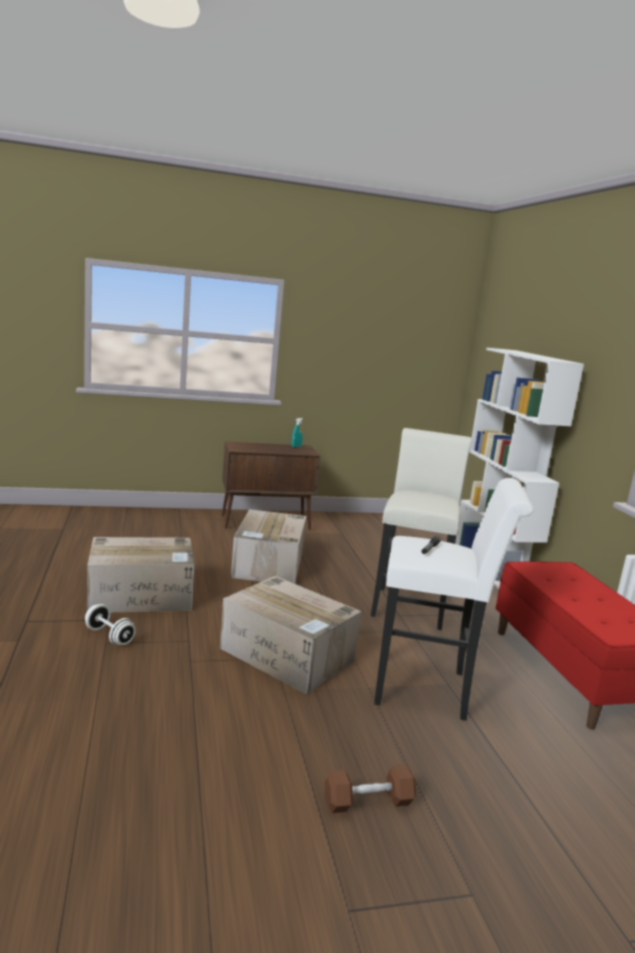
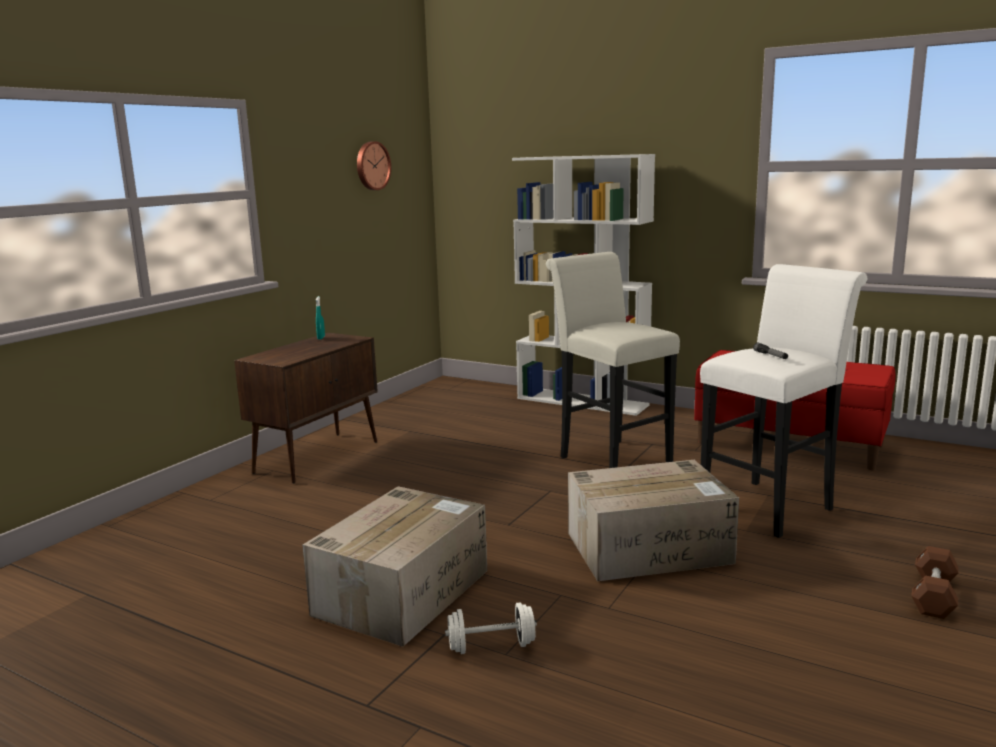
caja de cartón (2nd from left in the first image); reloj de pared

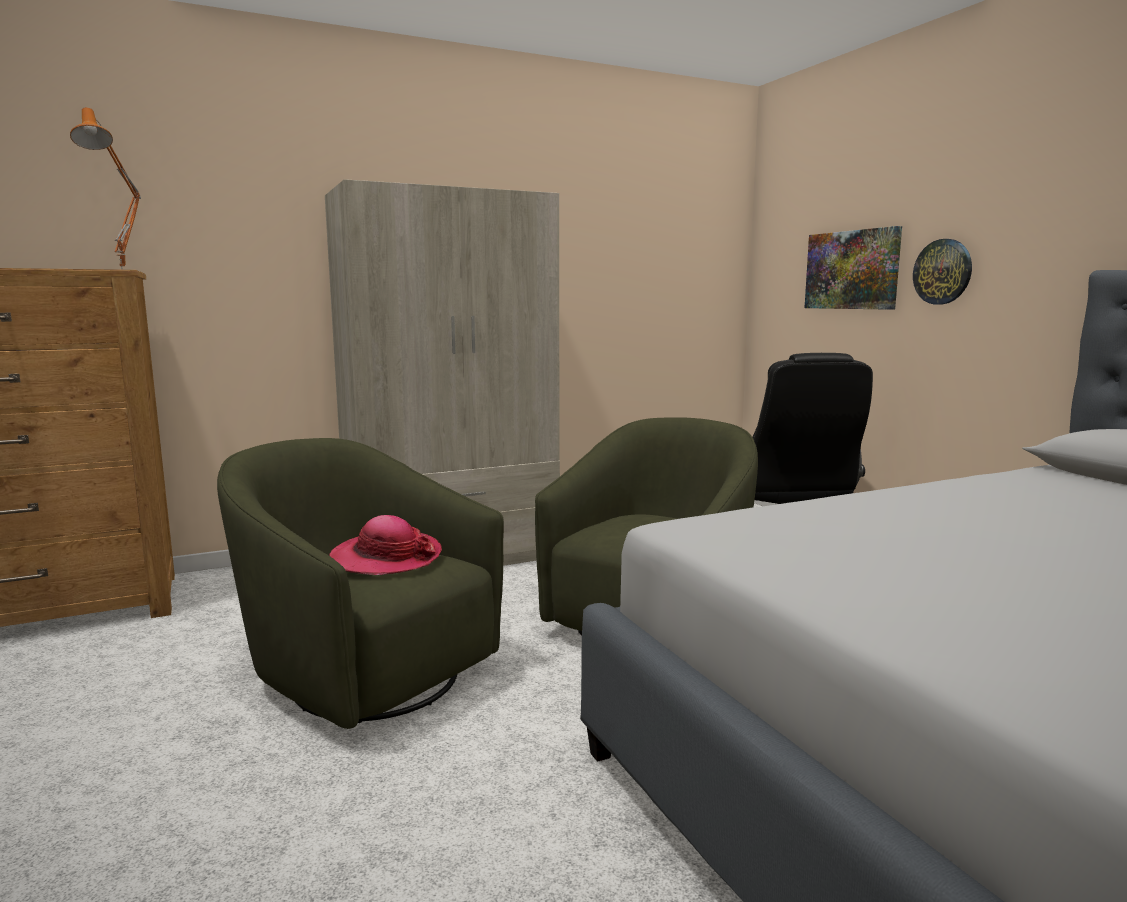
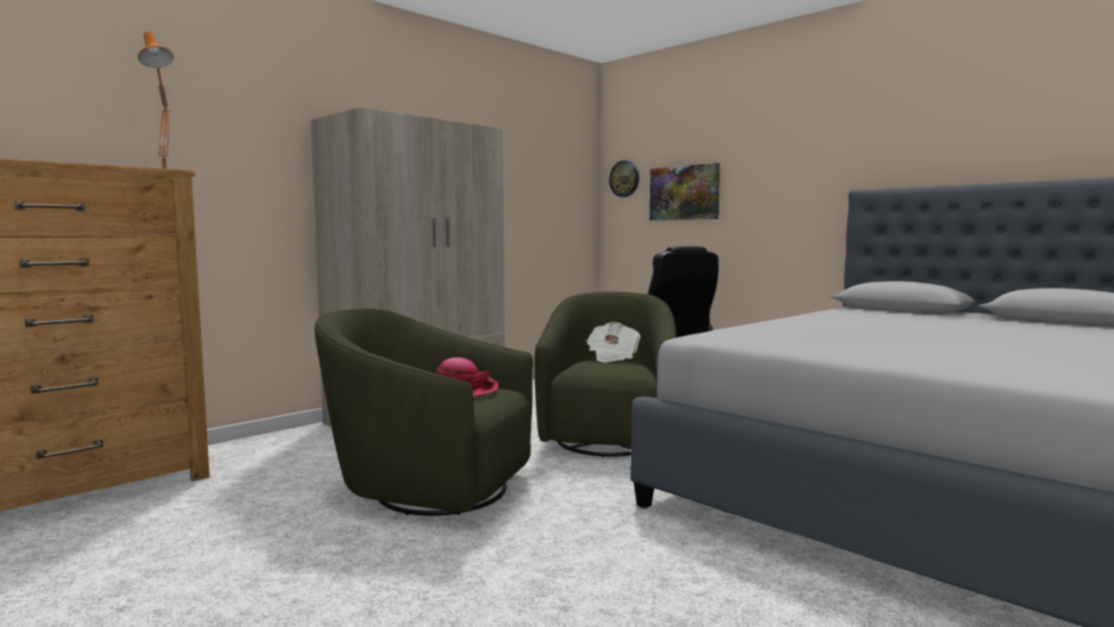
reloj de pared; periódico

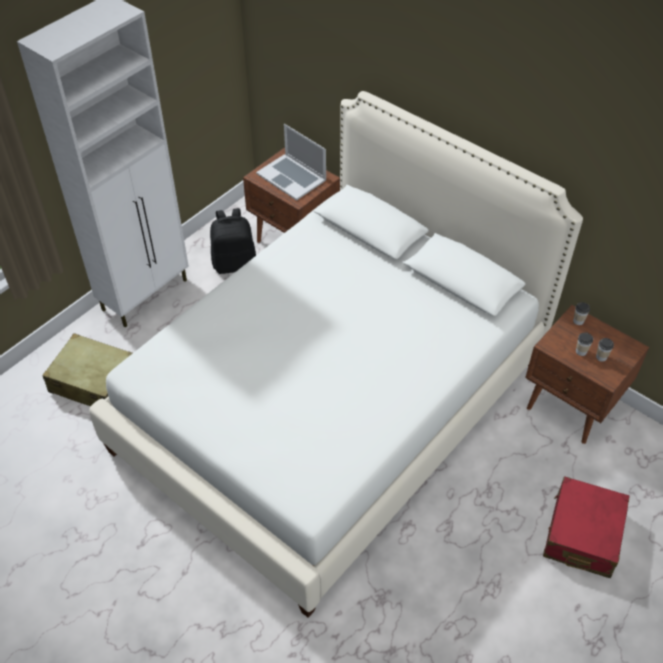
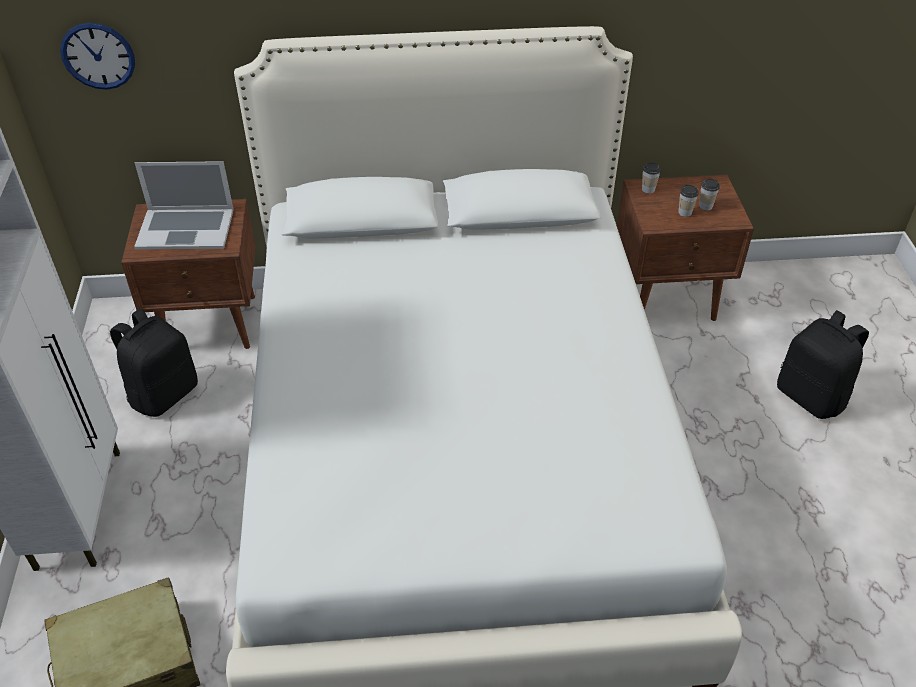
mochila/negro (2nd from left); reloj de pared

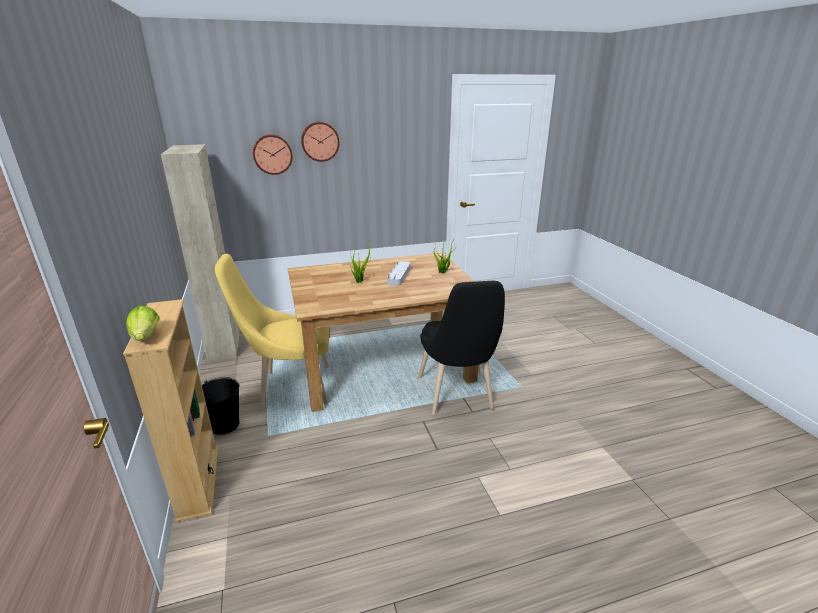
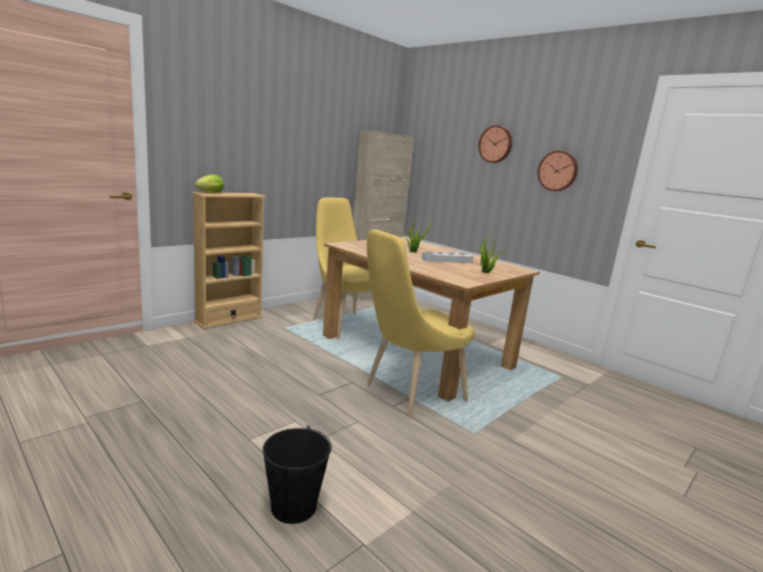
cubo/negro; reloj de pared (2nd from left); silla/amarillo (2nd from left)

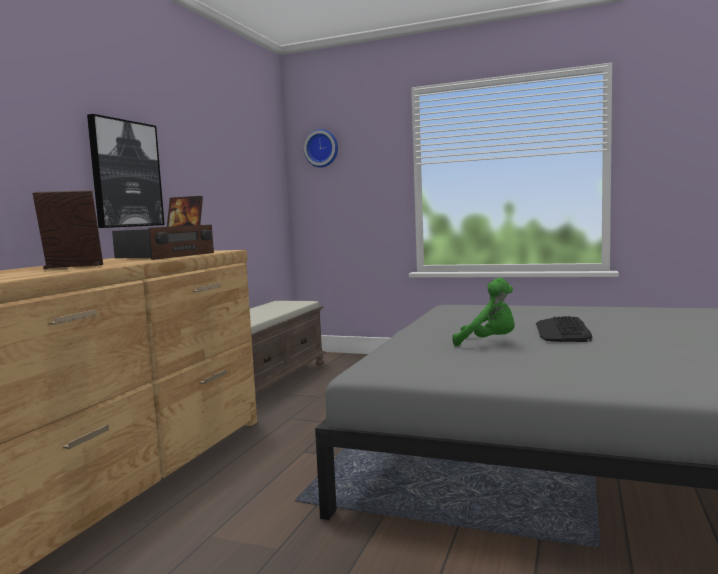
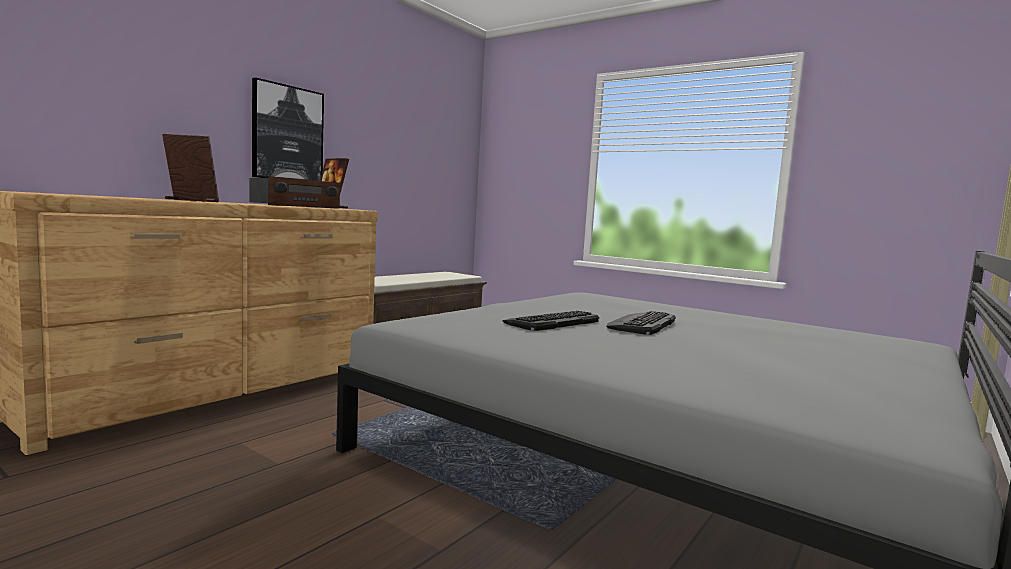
reloj de pared; teclado (1st from left)

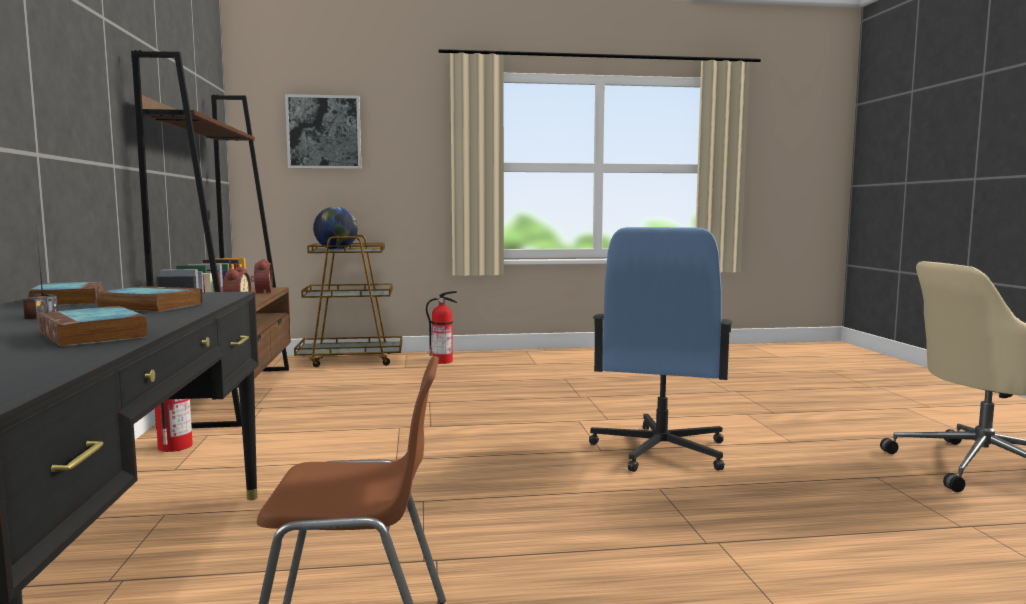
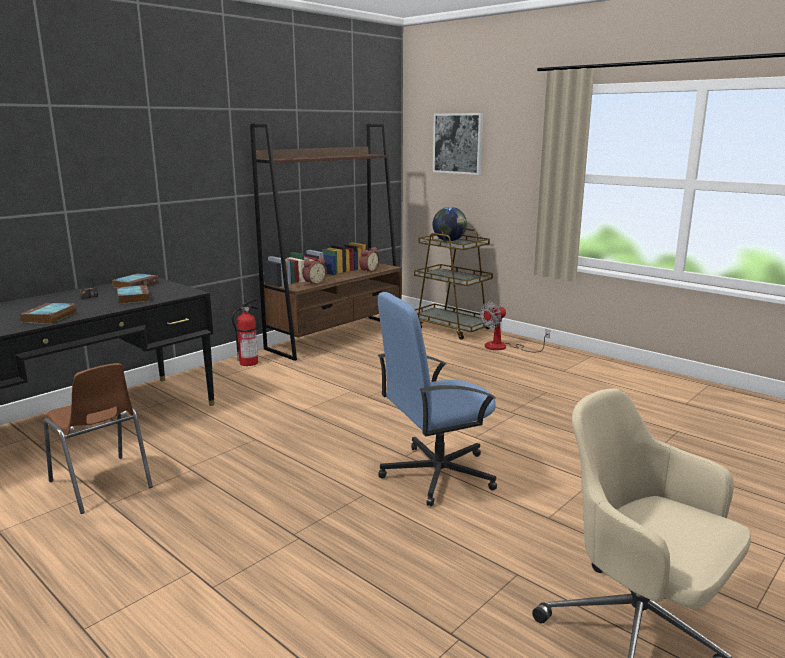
ventilador

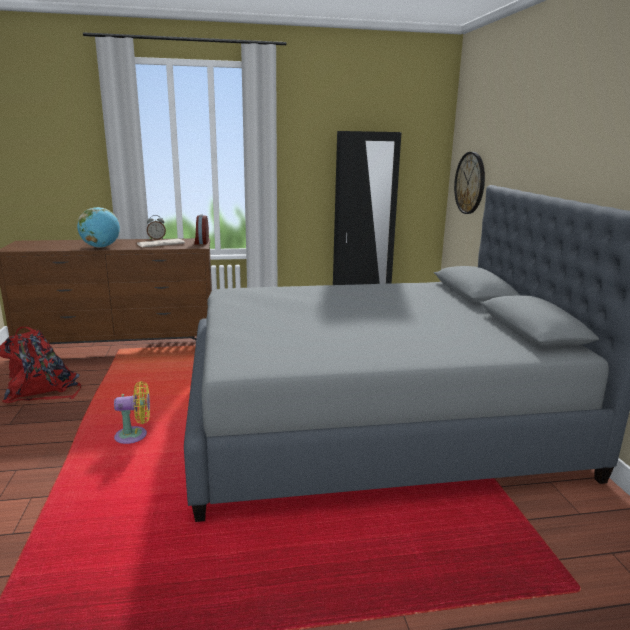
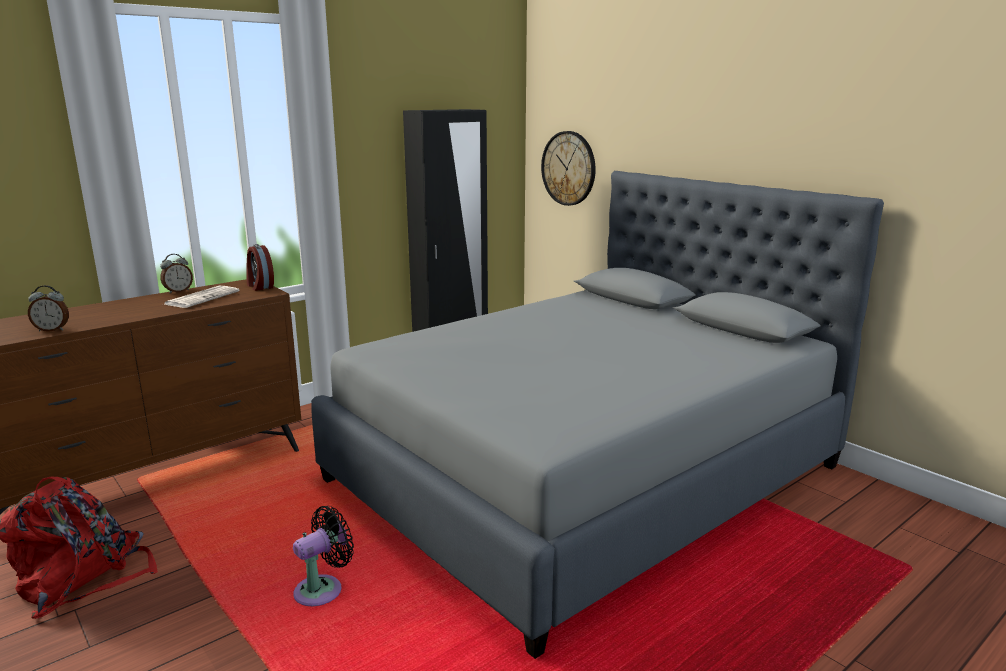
globo terráqueo; ventilador/negro; despertador (1st from left)

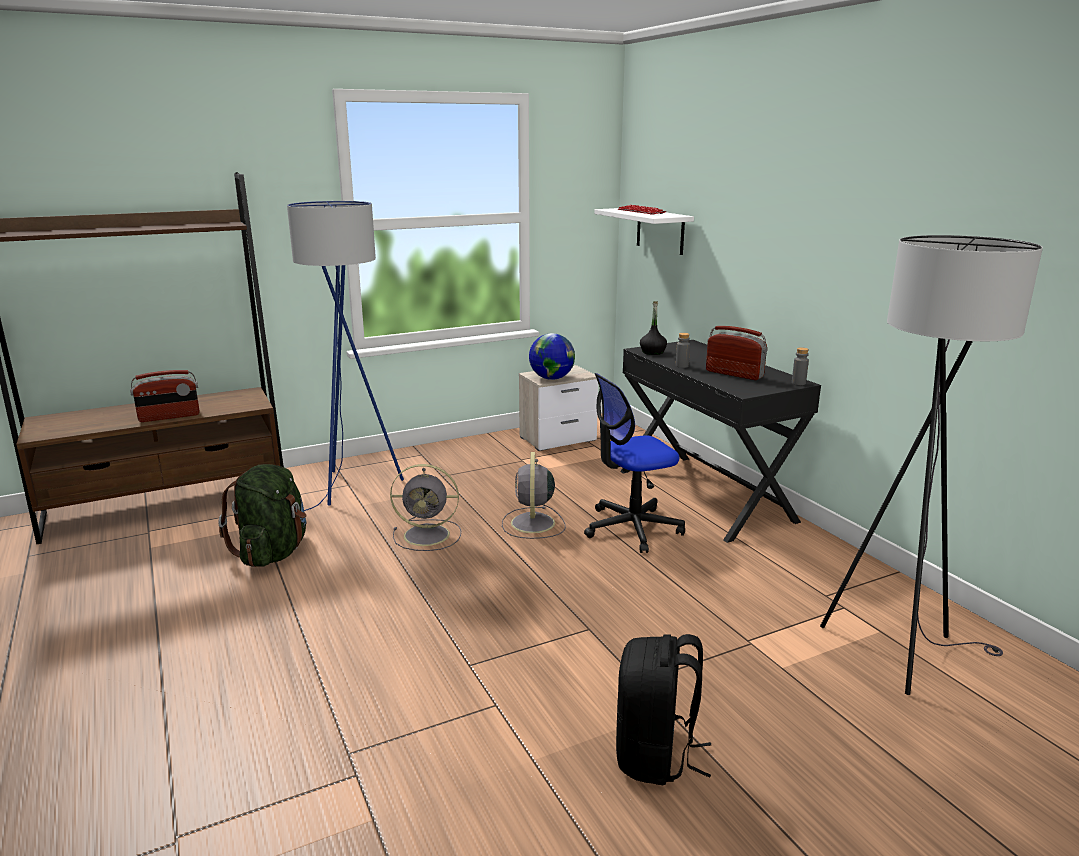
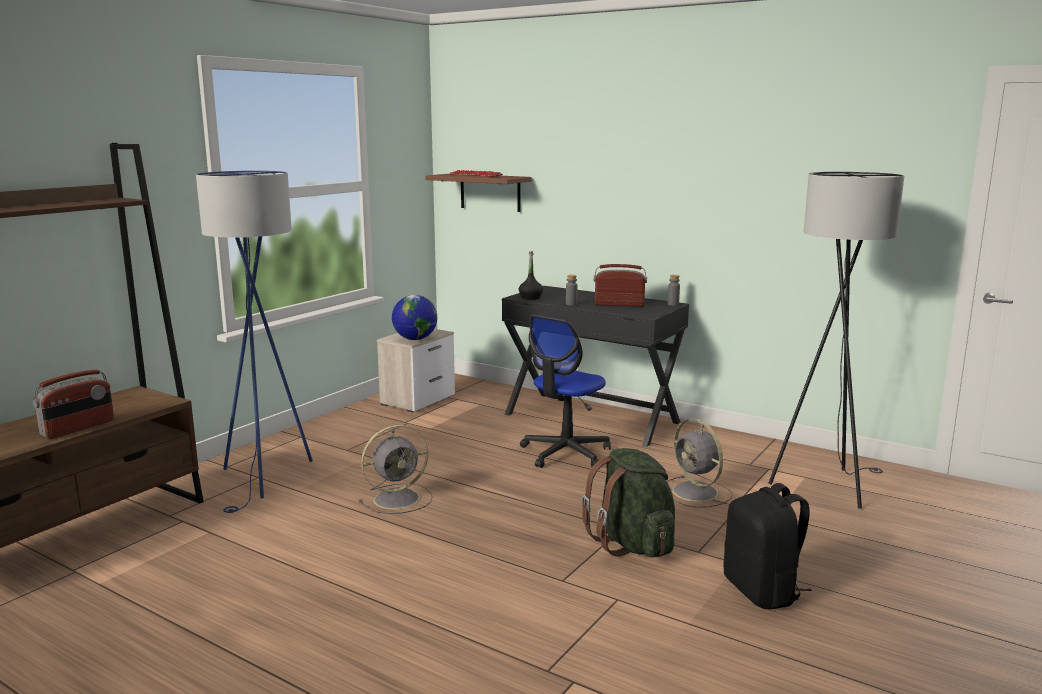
mochila/verde; ventilador/gris (2nd from left); estante/marrón

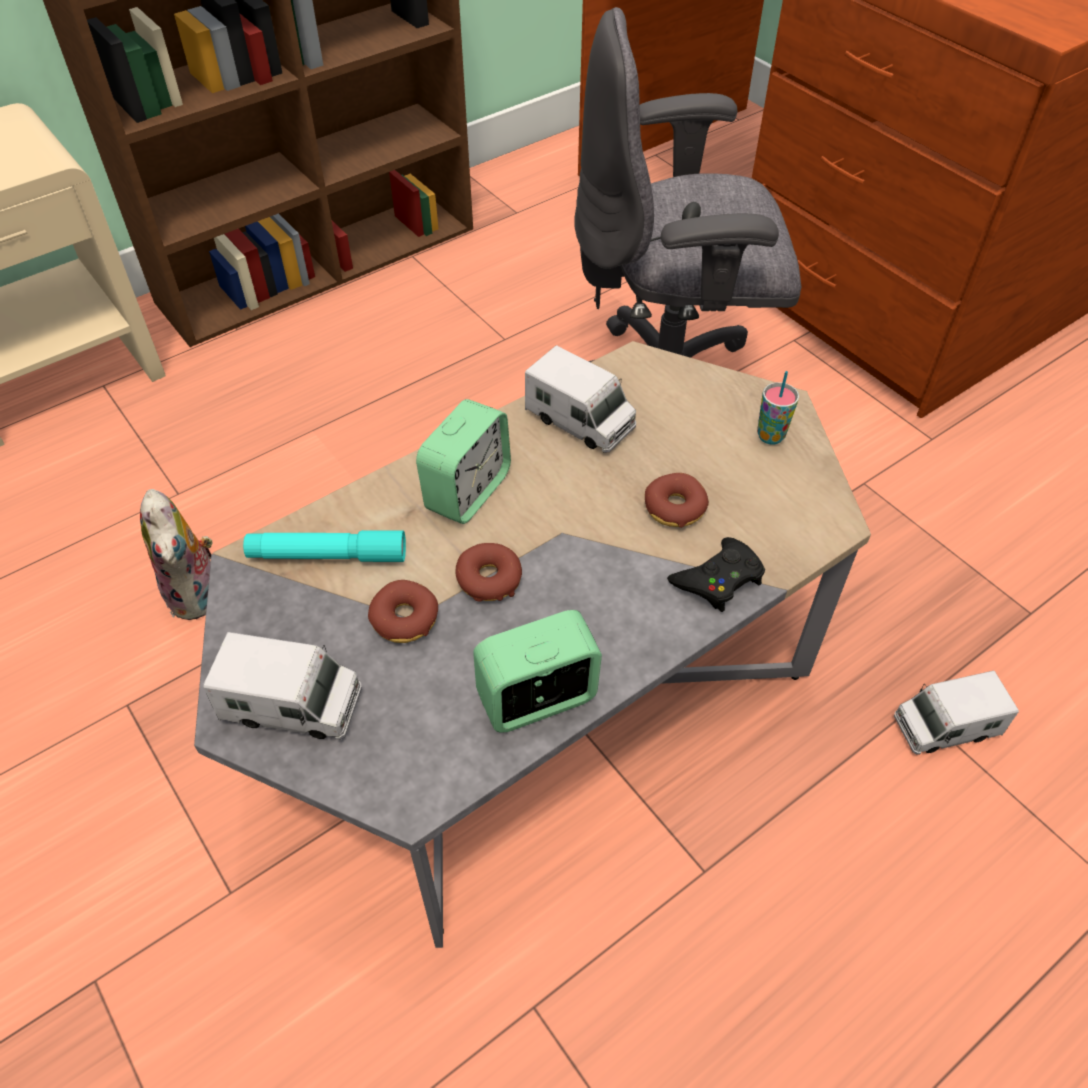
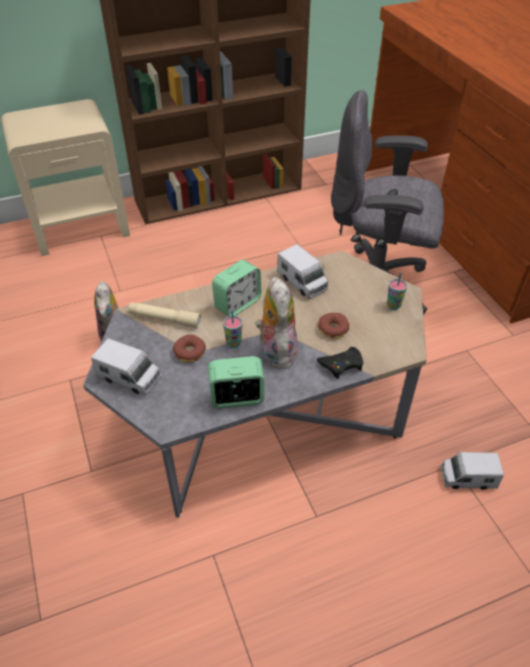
linterna/beis; taza (1st from left); peluche (2nd from left)

